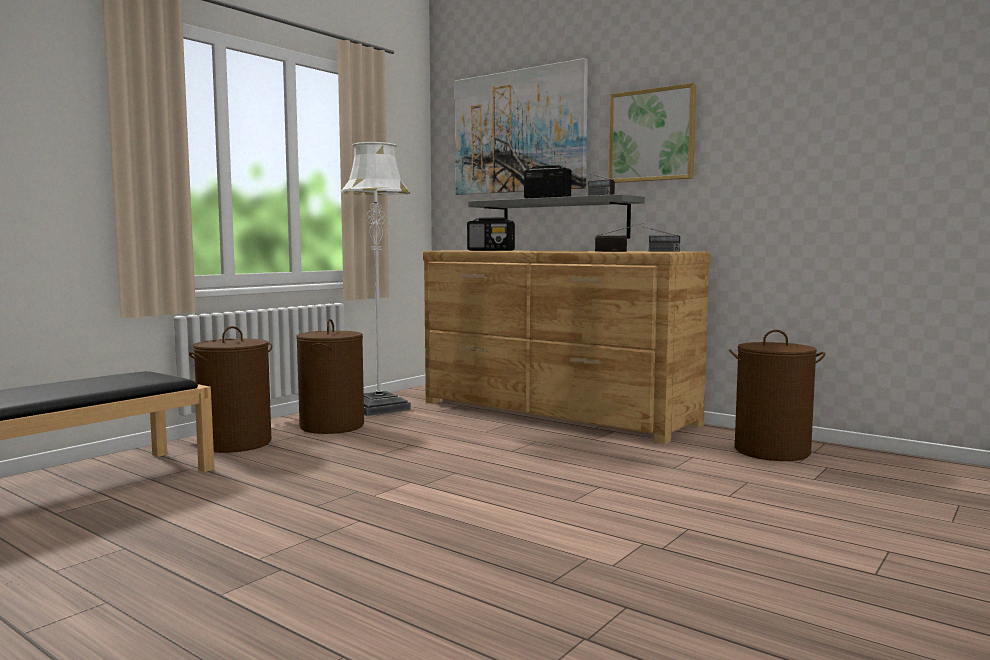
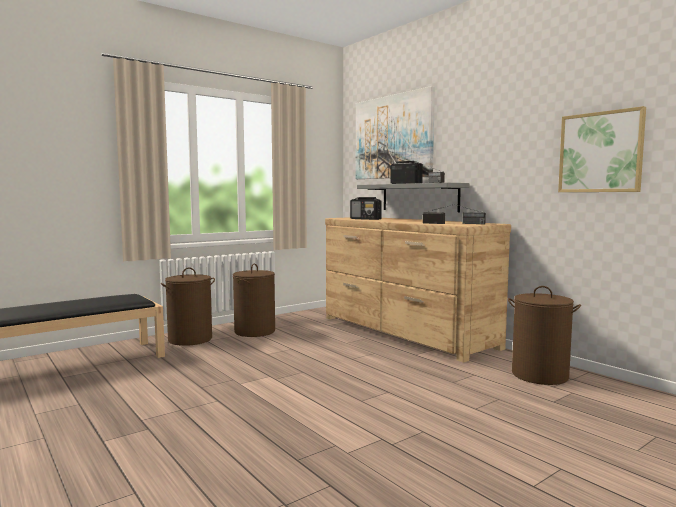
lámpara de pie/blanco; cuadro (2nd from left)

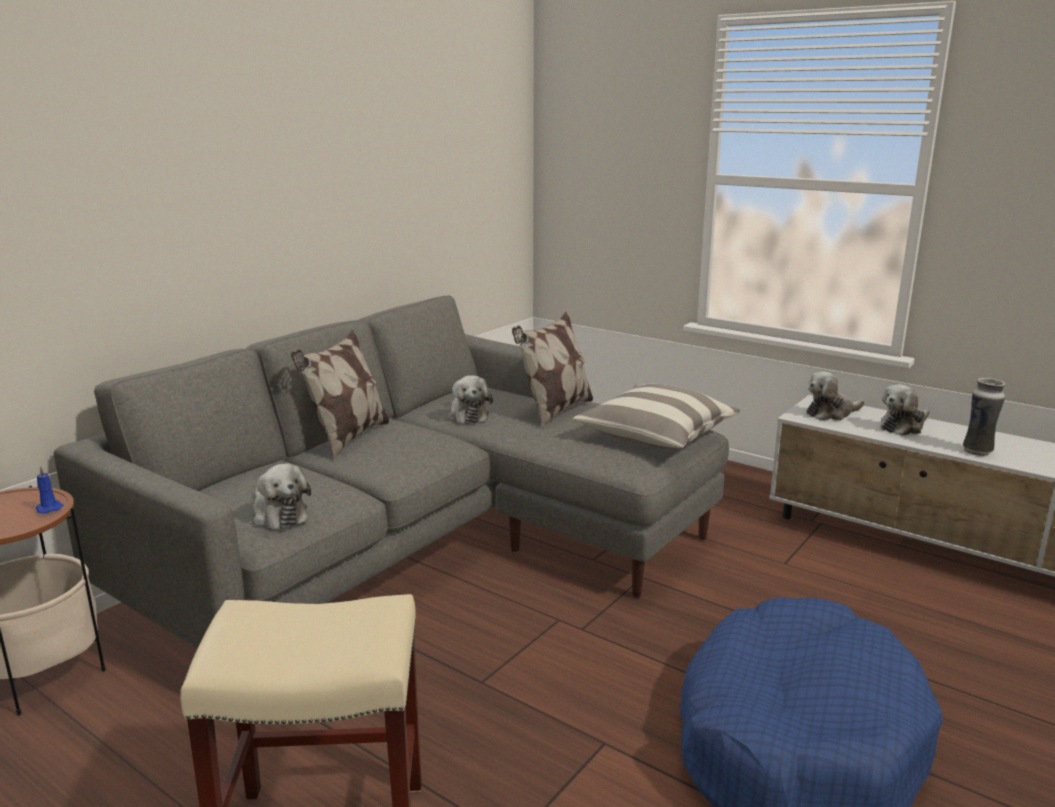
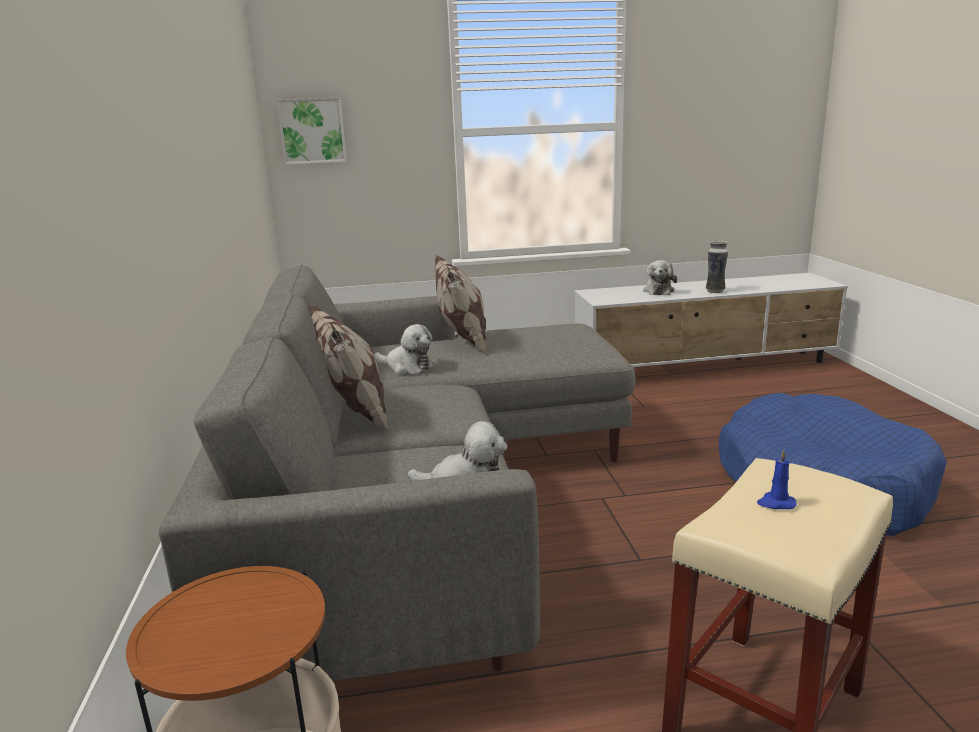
vela/azul; cojín (3rd from left in the first image); peluche (3rd from left in the first image); cuadro

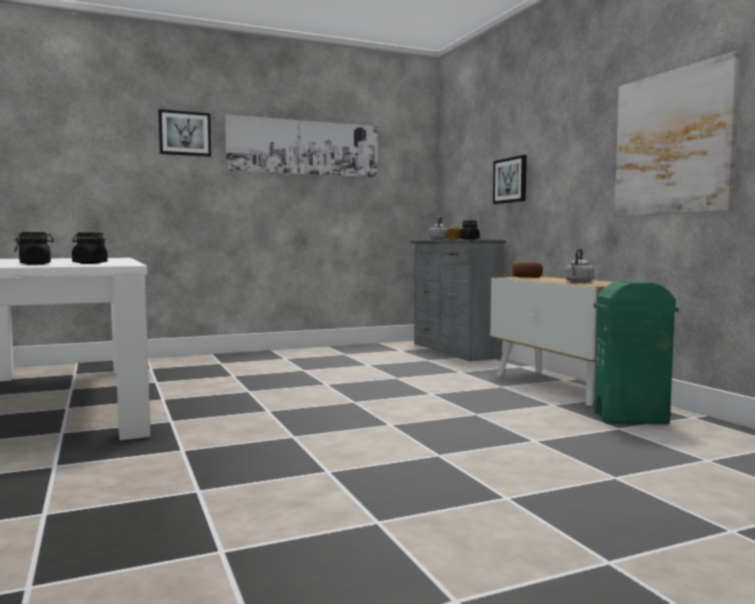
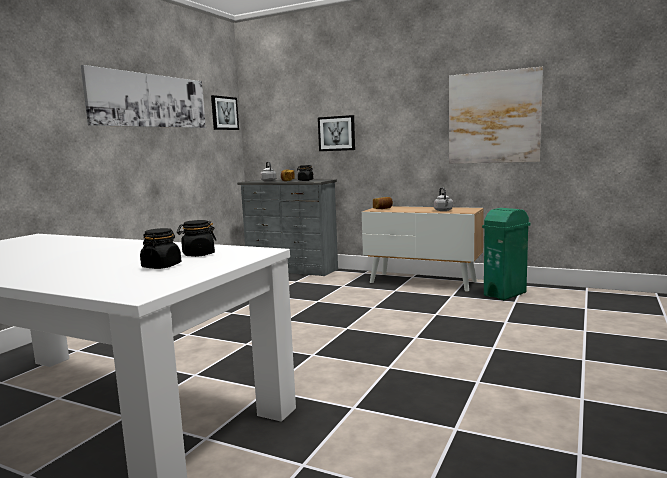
cuadro (2nd from left)

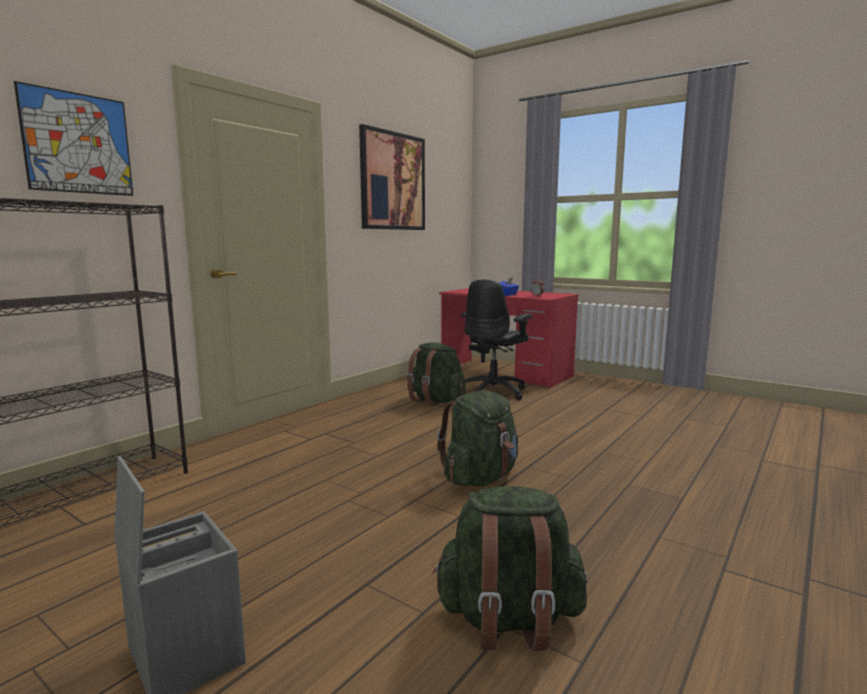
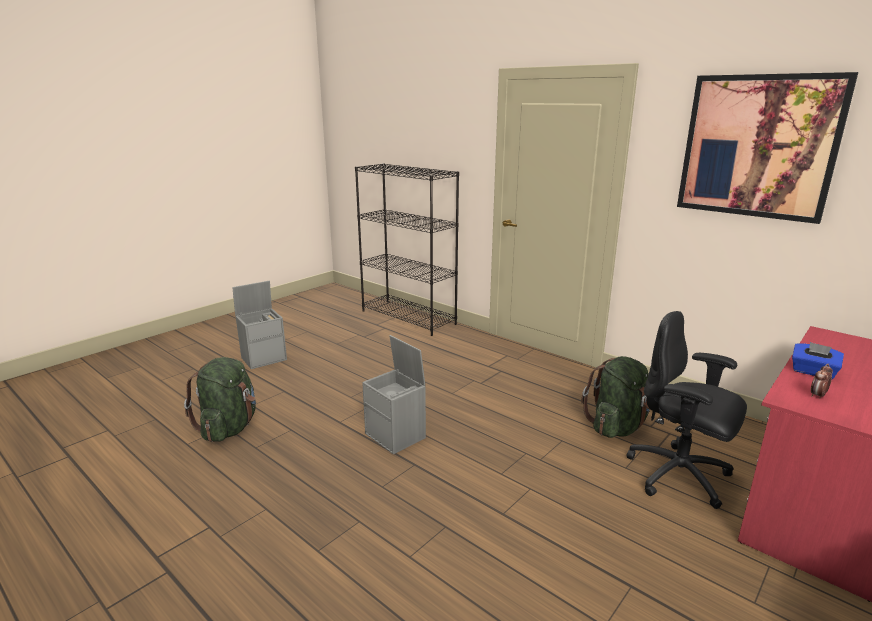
cuadro (1st from left in the first image); caja de almacenaje/gris (2nd from left)

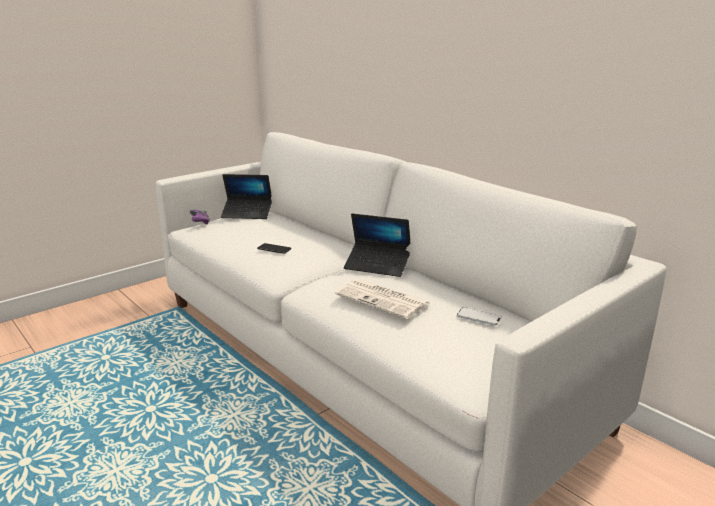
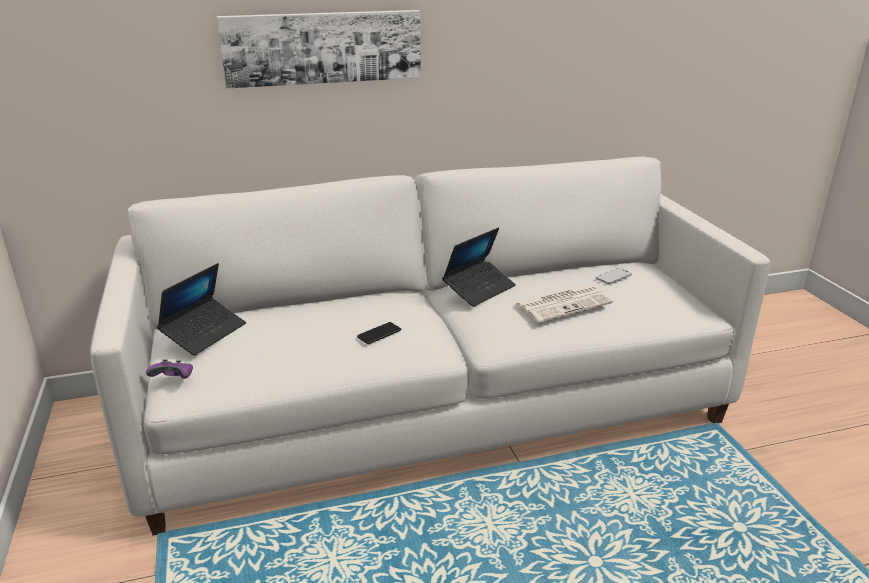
cuadro

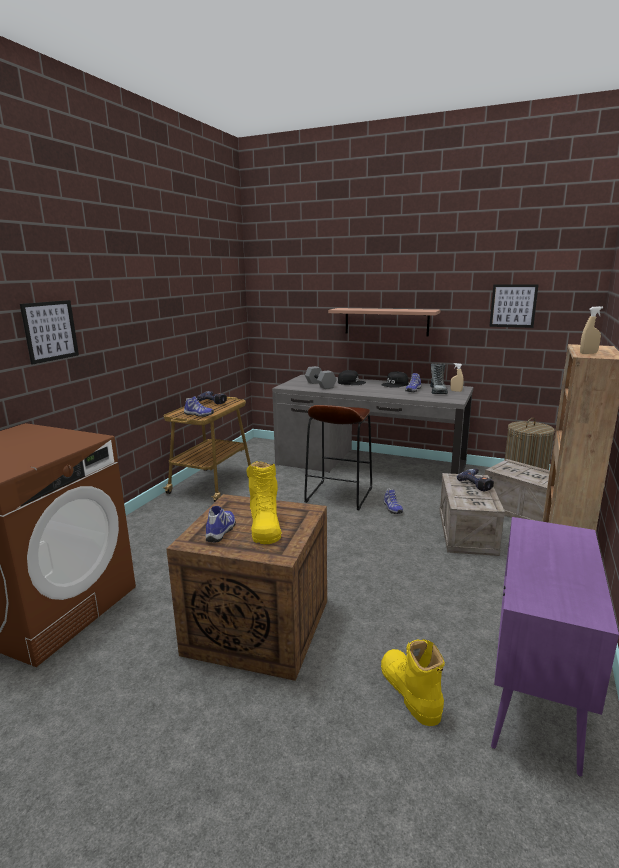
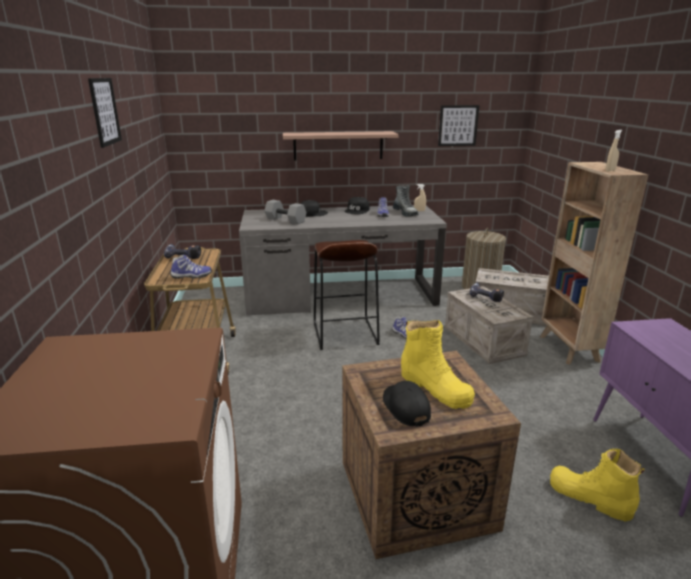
cuadro (1st from left); gorra/negro (3rd from left)

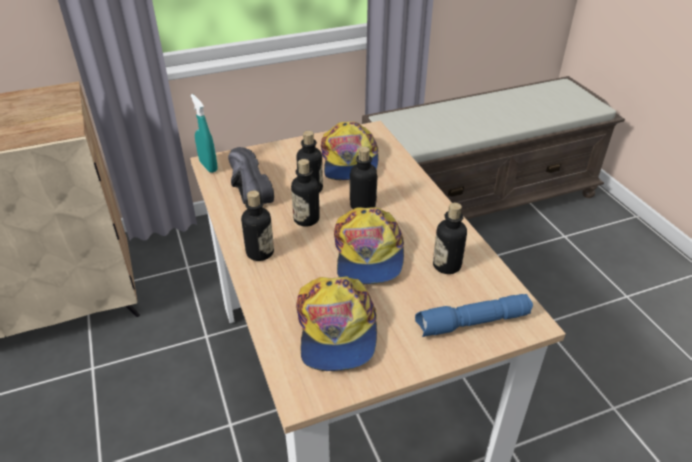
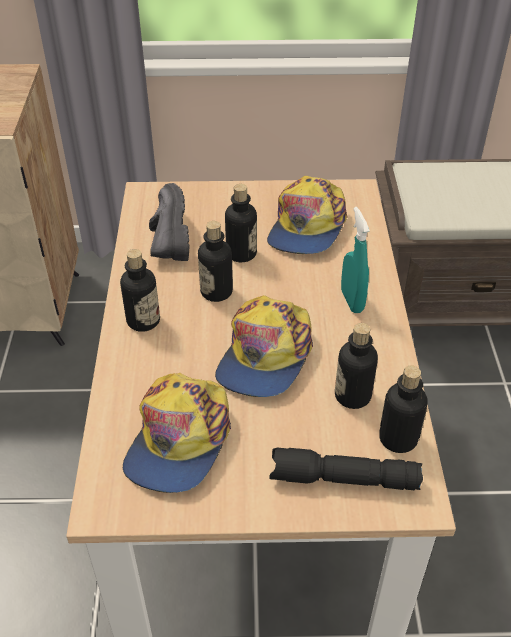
pulverizador/turquesa; botella (5th from left); linterna/negro

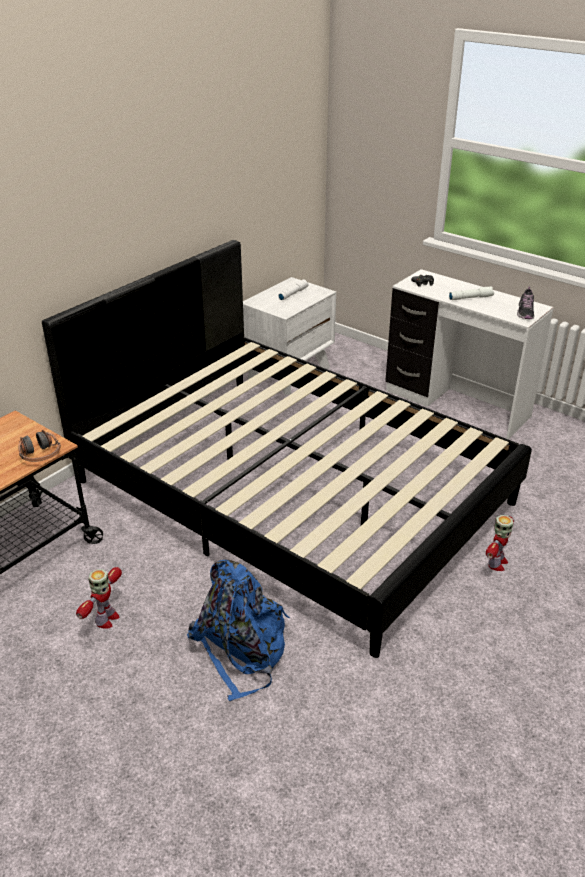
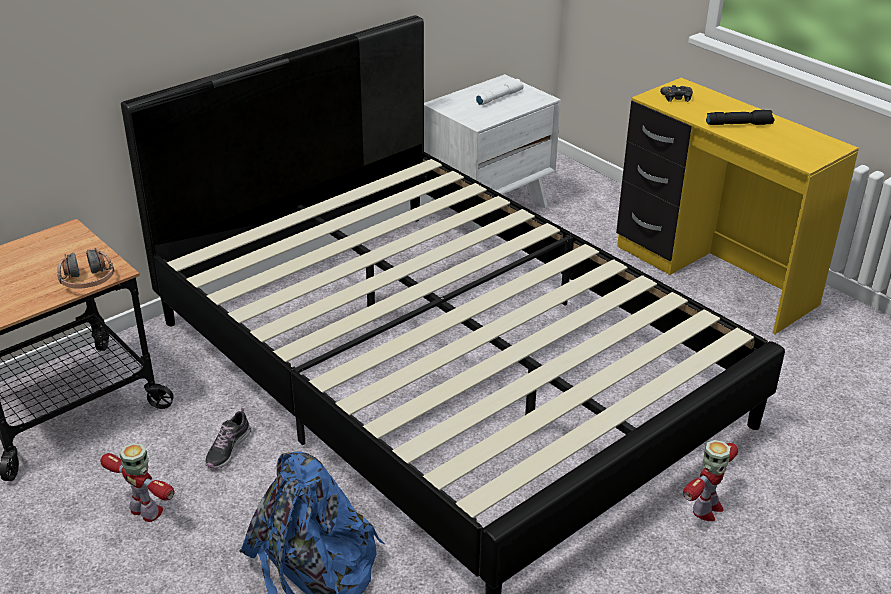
robot de juguete (1st from left); escritorio/amarillo; linterna/negro; zapato

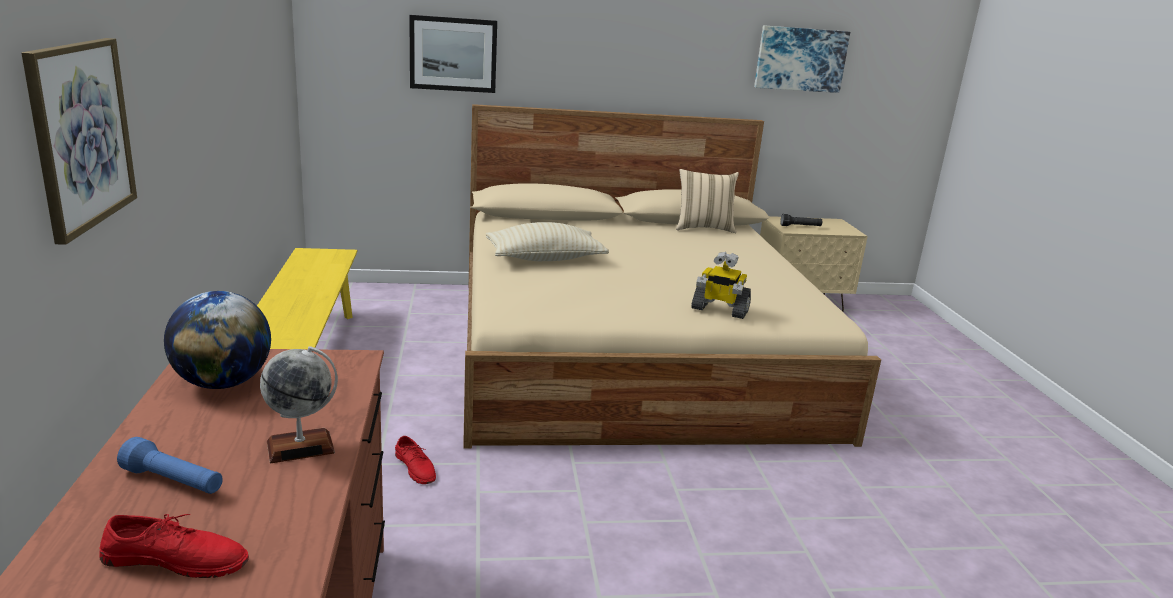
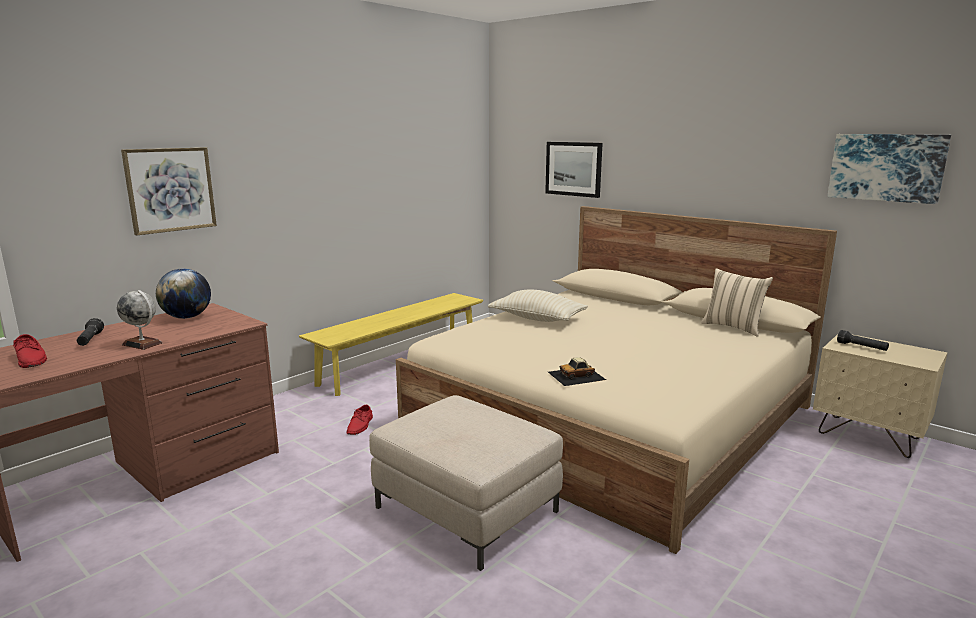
linterna/negro (1st from left); coche de juguete; puf/beis

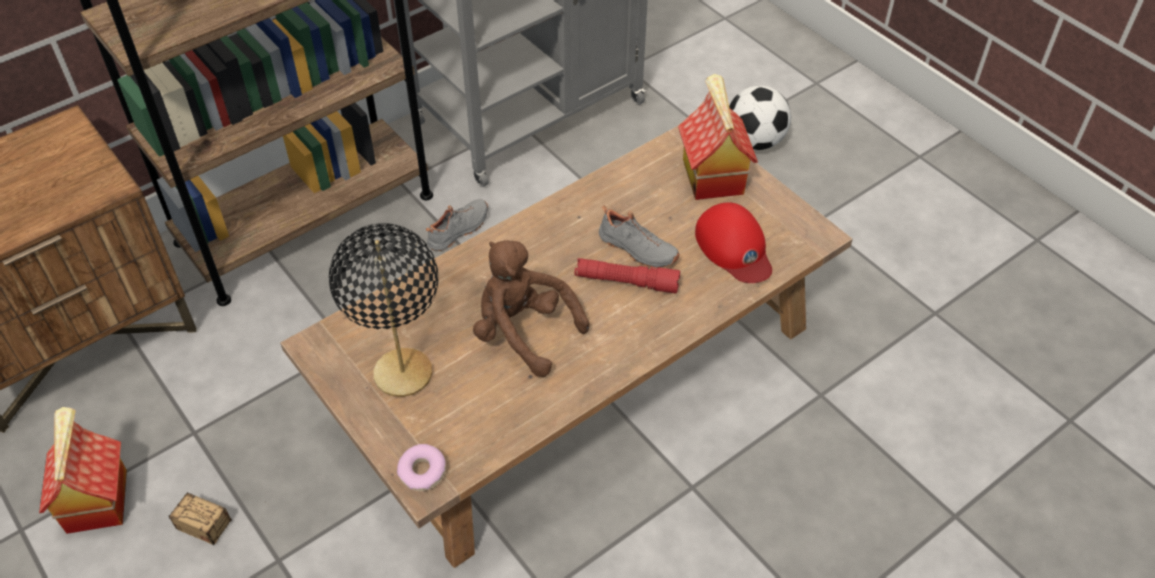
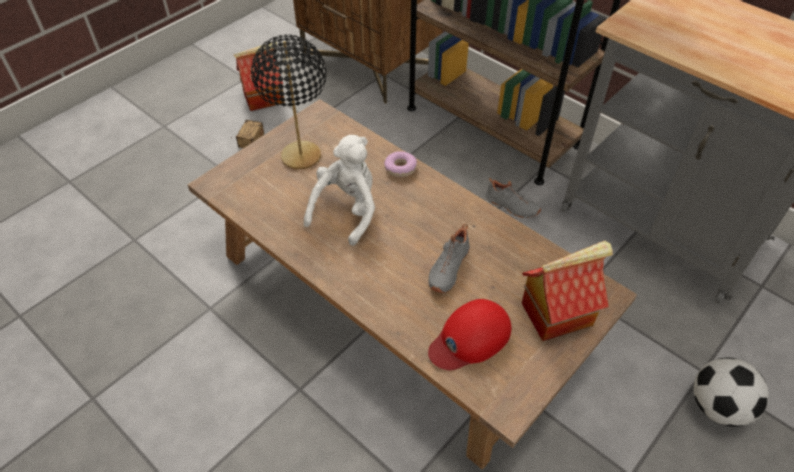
rosquilla; peluche/blanco; linterna/rojo

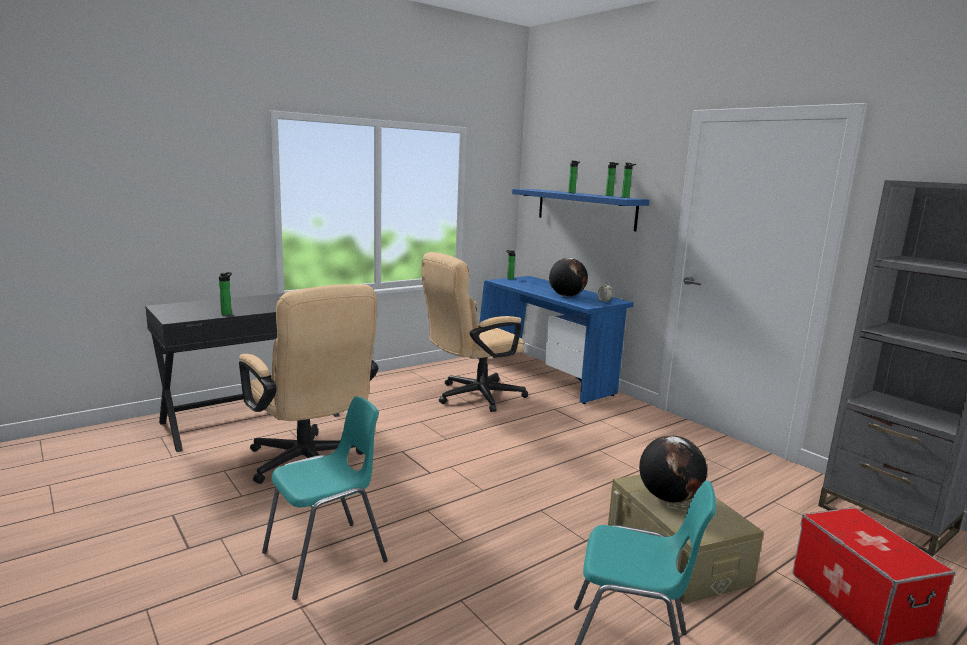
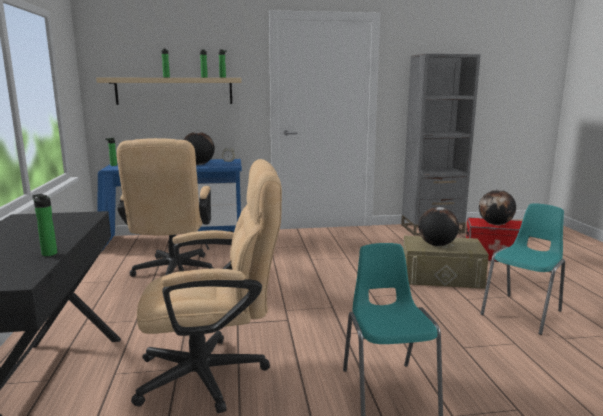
estante/beis; globo terráqueo (3rd from left)

